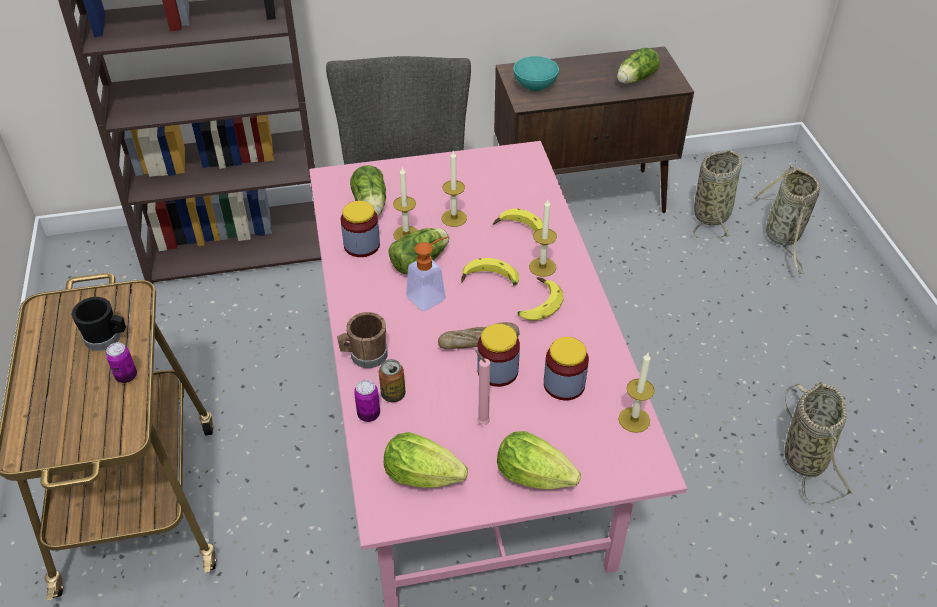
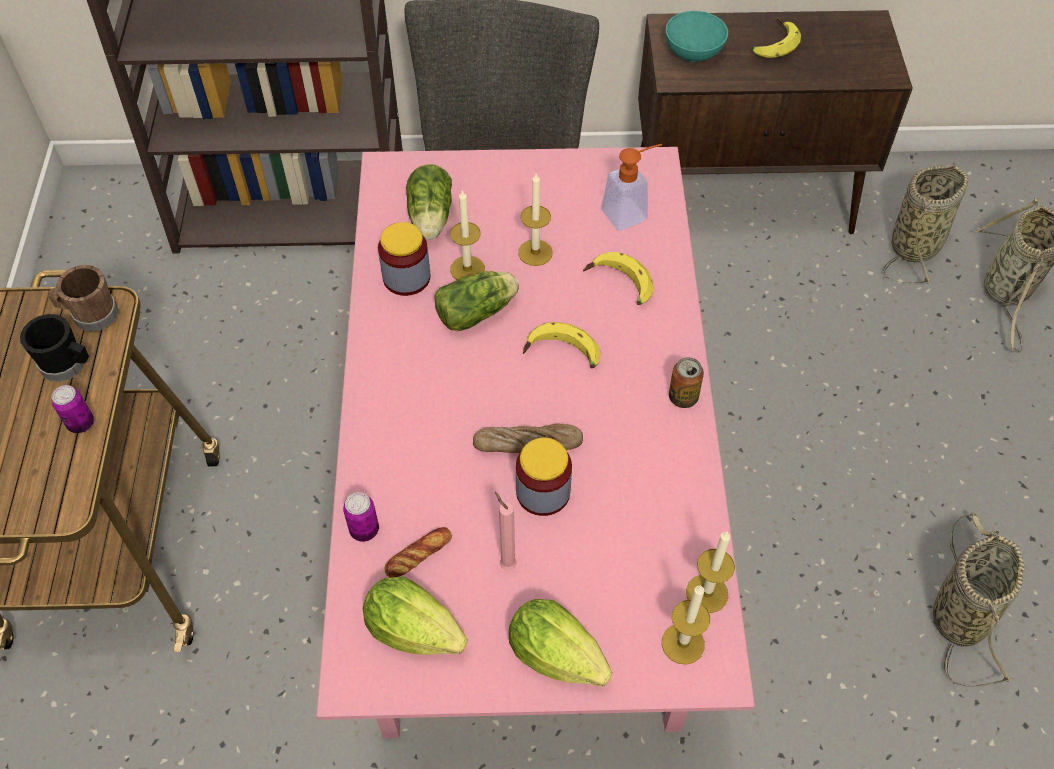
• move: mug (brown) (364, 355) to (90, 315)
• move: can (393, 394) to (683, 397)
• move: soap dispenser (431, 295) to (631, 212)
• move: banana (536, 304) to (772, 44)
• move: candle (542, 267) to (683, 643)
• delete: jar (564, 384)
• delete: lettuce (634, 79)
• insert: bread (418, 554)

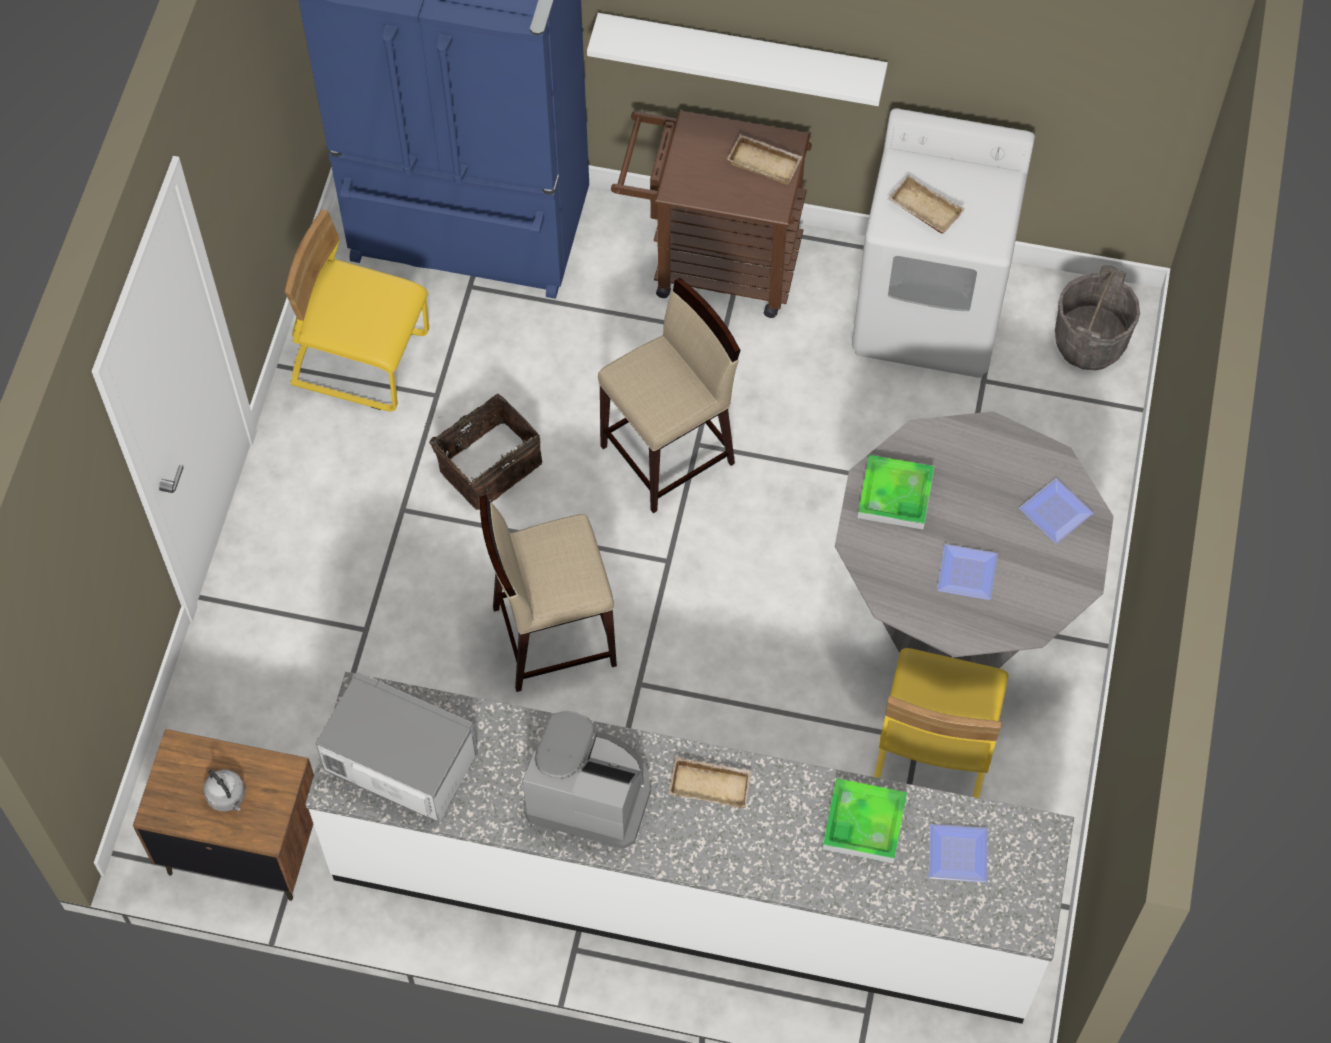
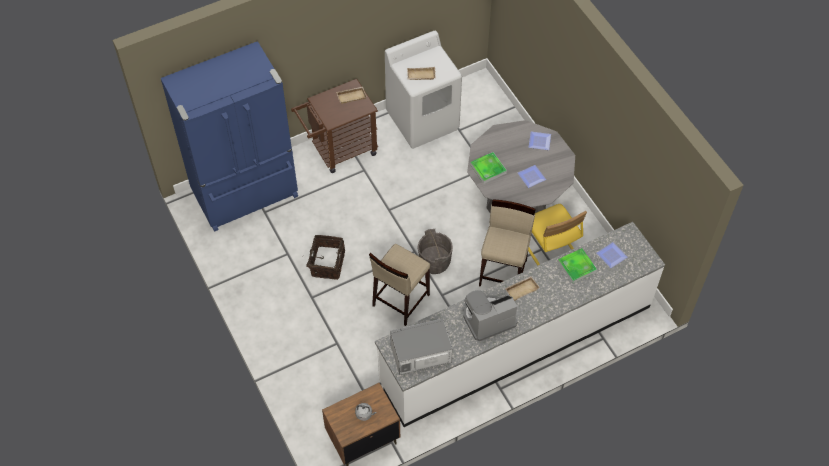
• delete: chair (yellow) (361, 359)
• delete: shelf (white) (741, 54)
• move: stool (beige) (669, 455) to (503, 272)
• move: bucket (grey) (1089, 342) to (434, 262)

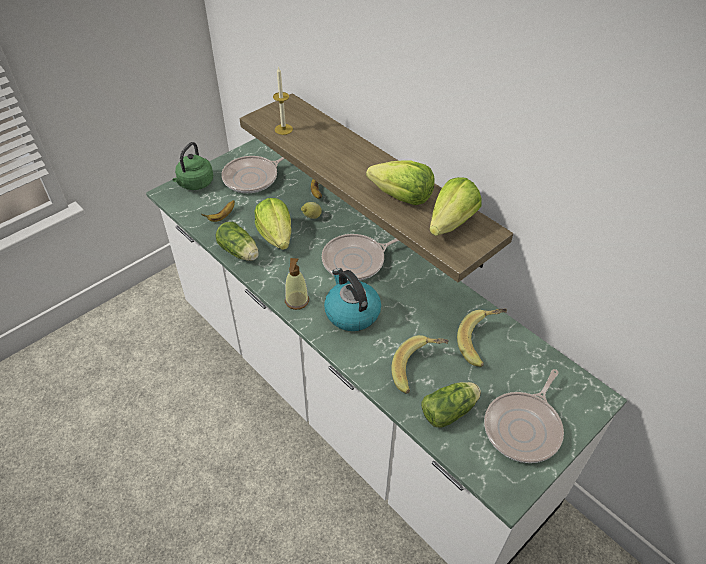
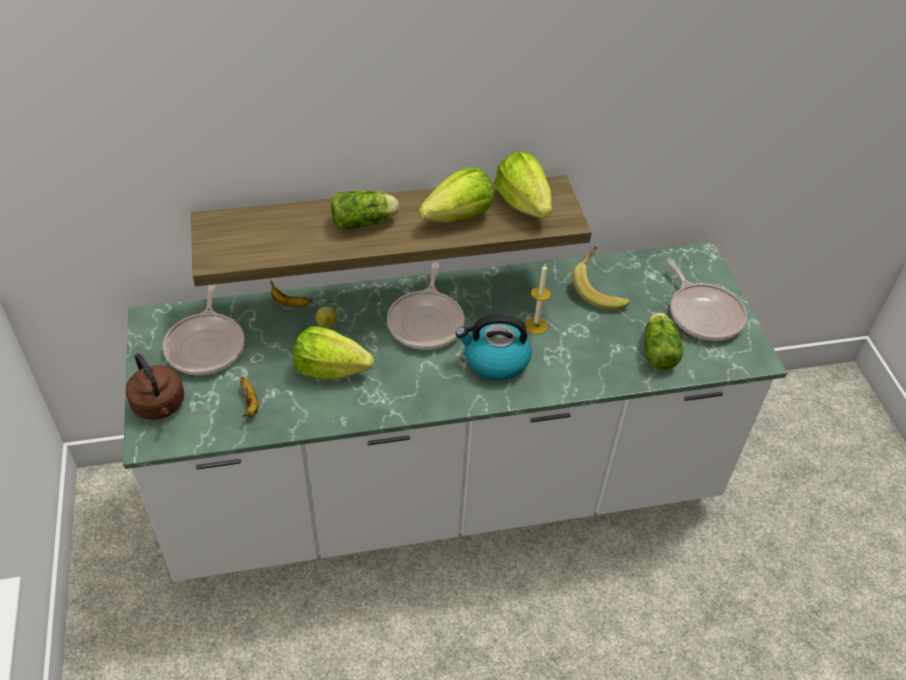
• recolor: kettle (green) (195, 184) to kettle (brown) (160, 406)
• move: lettuce (240, 253) to (366, 222)
• move: candle (283, 129) to (536, 325)
• delete: soap dispenser (297, 301)
• delete: banana (419, 370)

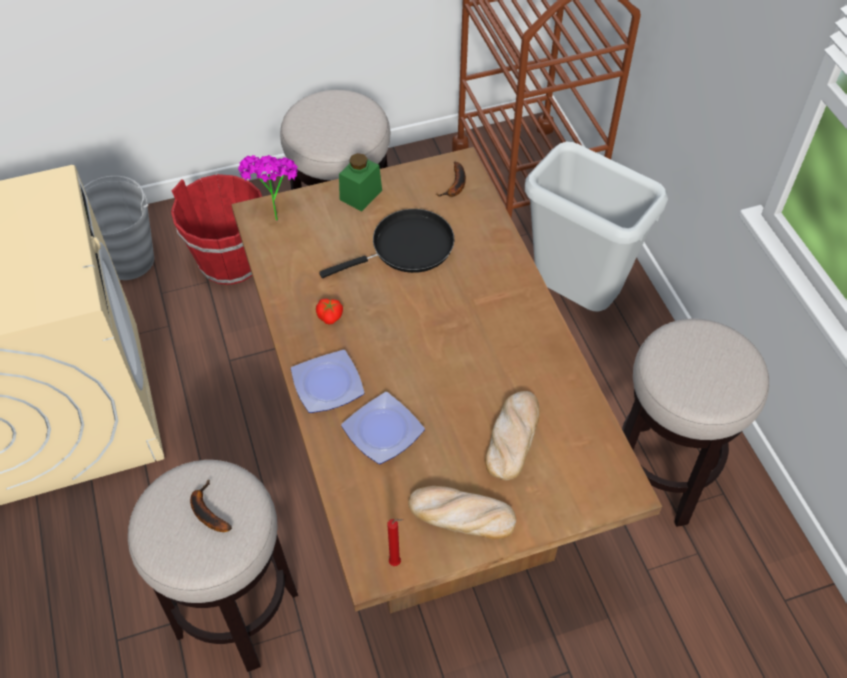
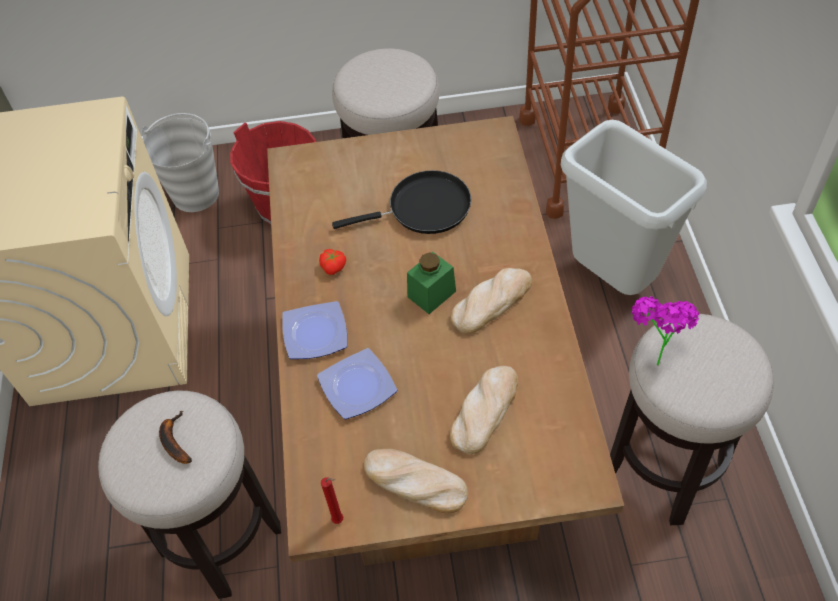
• move: potted plant (274, 213) to (654, 354)
• move: jar (green) (361, 195) to (431, 294)
• delete: banana (455, 185)
• insert: bread (491, 302)

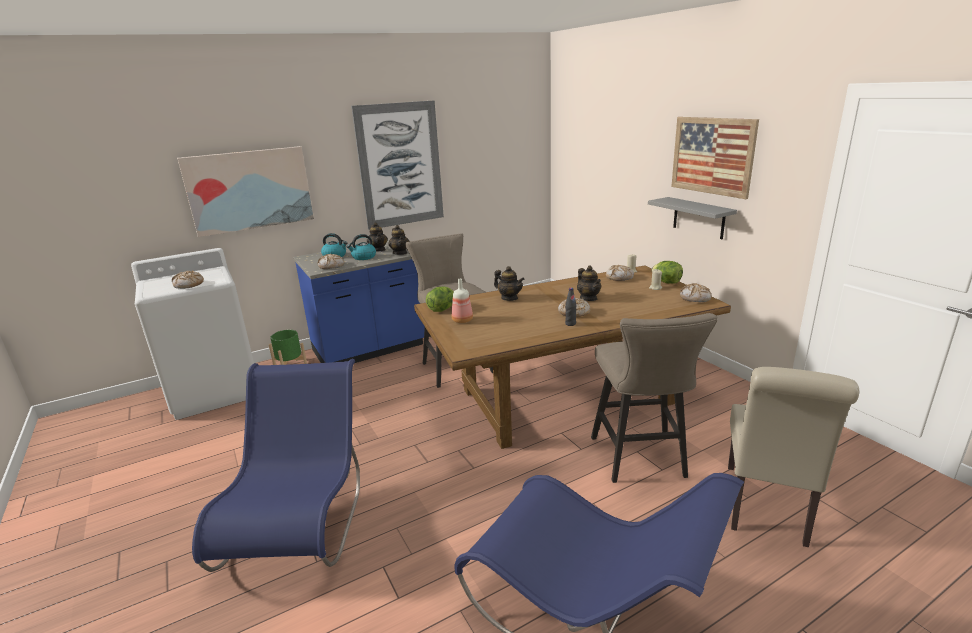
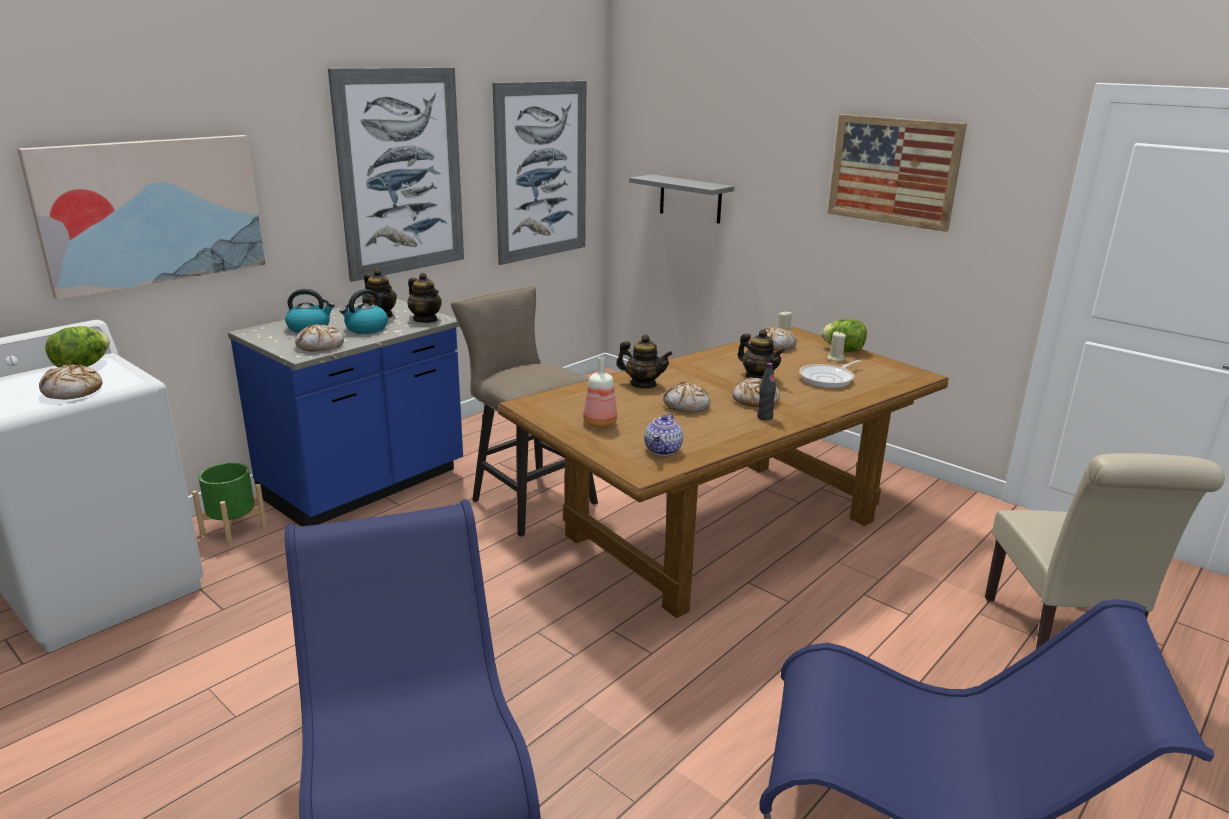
• move: lettuce (442, 309) to (82, 367)
• delete: stool (beige) (640, 461)
• move: shelf (grey) (698, 218) to (690, 199)
• move: bread (695, 298) to (686, 405)
• insert: picture (541, 171)
• insert: teapot (663, 450)
• insert: frying pan (828, 379)

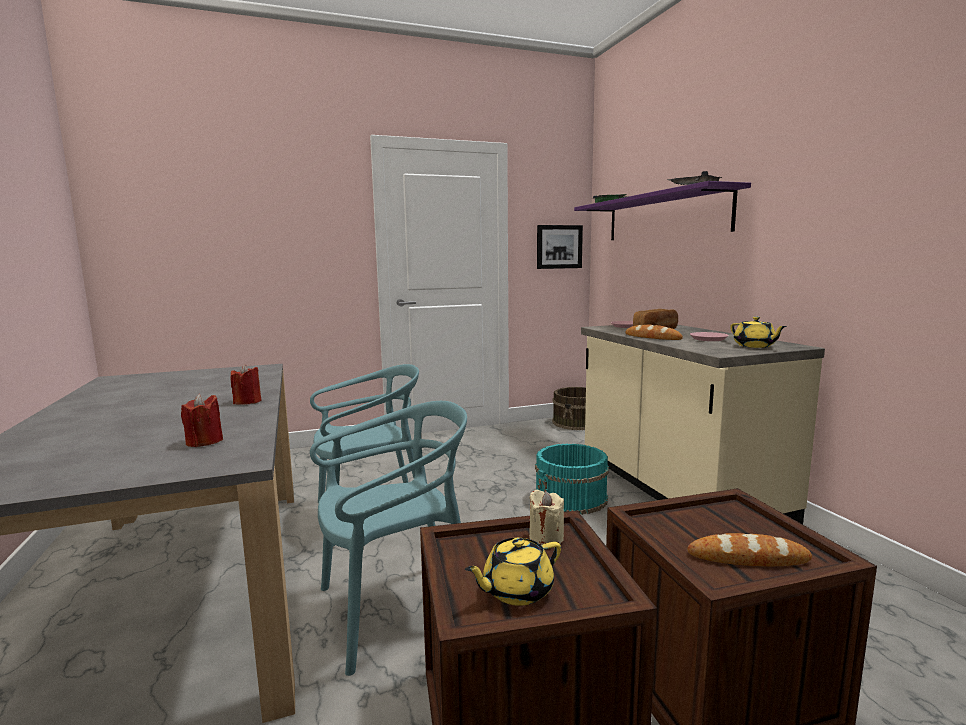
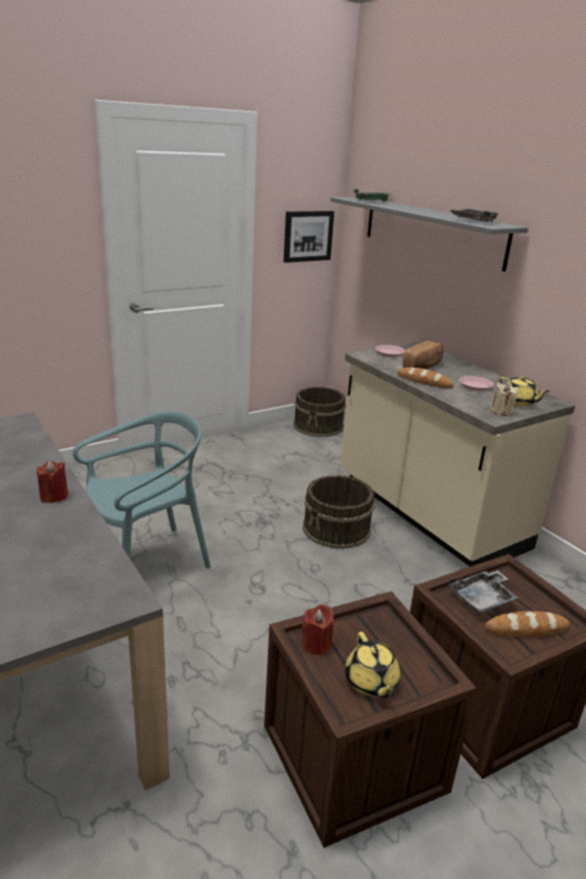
• move: candle (red) (204, 442) to (316, 644)
• delete: chair (turquoise) (396, 609)
• rotate: teapot (yellow) (516, 591) = (371, 682) 60 degrees counterclockwise
• move: candle (beige) (546, 538) to (501, 411)
• recolor: bucket (turquoise) (571, 498) to bucket (brown) (337, 529)
• recolor: shelf (purple) (664, 217) to shelf (grey) (432, 231)
• insert: tray (grey) (482, 599)

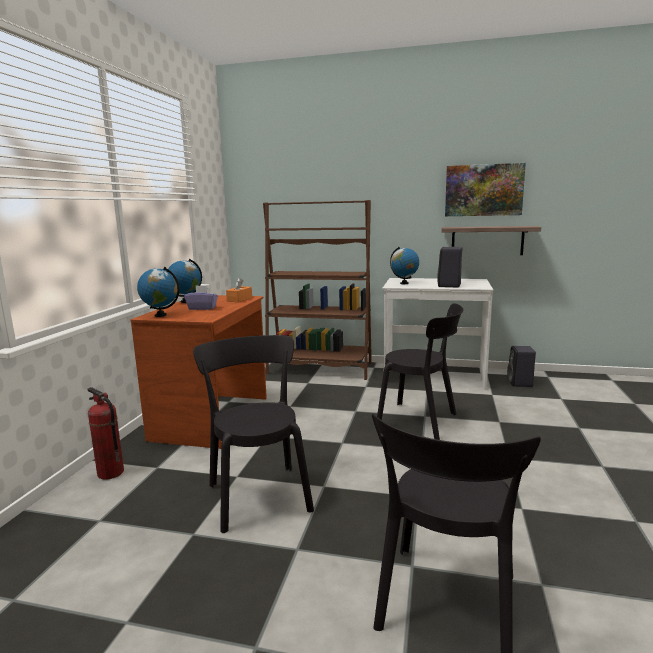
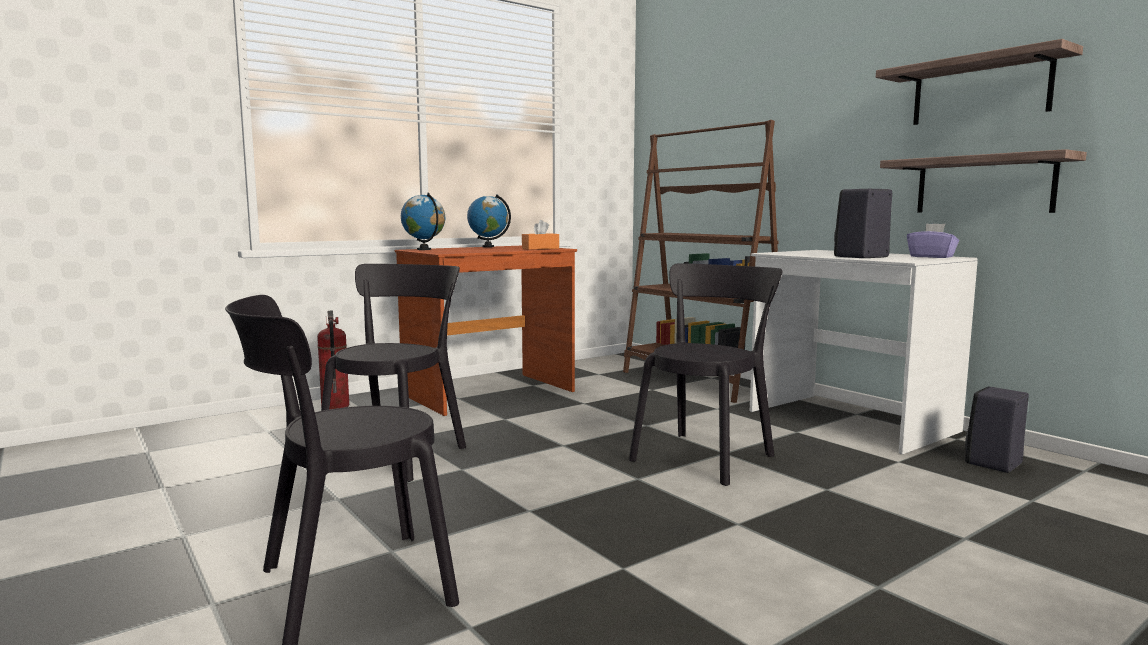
• move: tissue box (purple) (202, 308) to (931, 257)
• rotate: chair (black) (421, 421) = (705, 456) 120 degrees counterclockwise
• delete: globe (404, 283)
• replace: picture (483, 190) to shelf (980, 90)

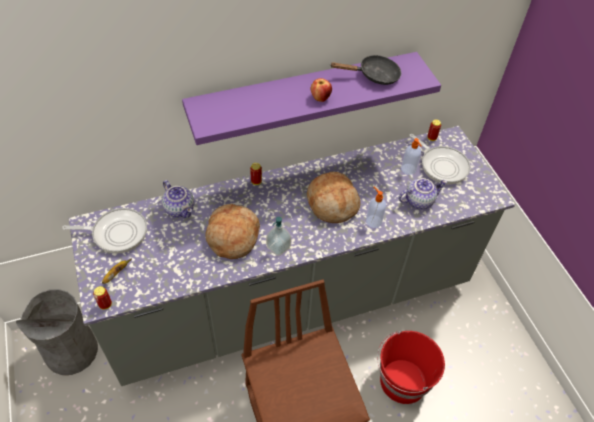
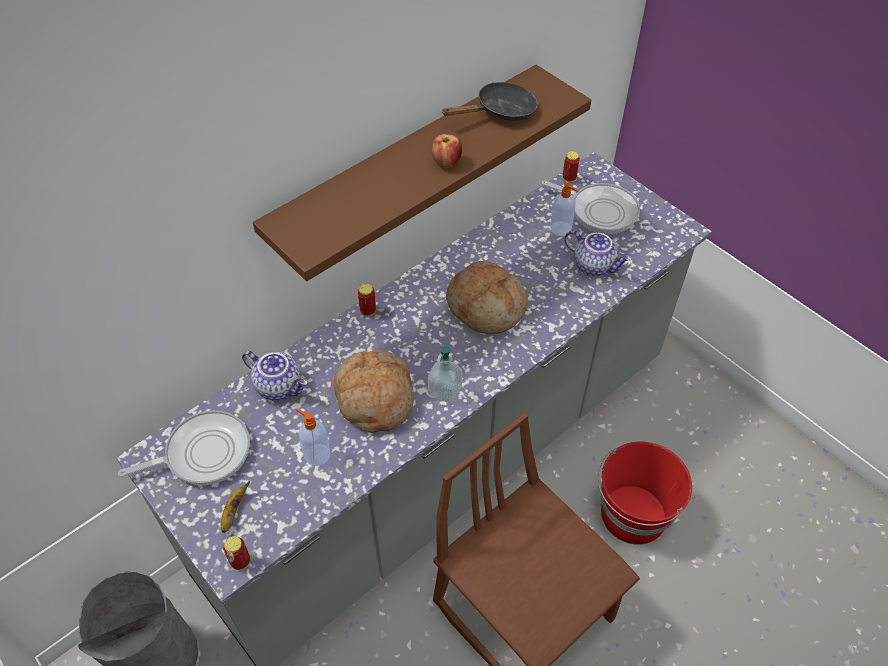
• recolor: shelf (purple) (303, 94) to shelf (brown) (407, 165)
• move: soap dispenser (373, 221) to (316, 454)
• rotate: teapot (419, 200) = (594, 265) 75 degrees clockwise

